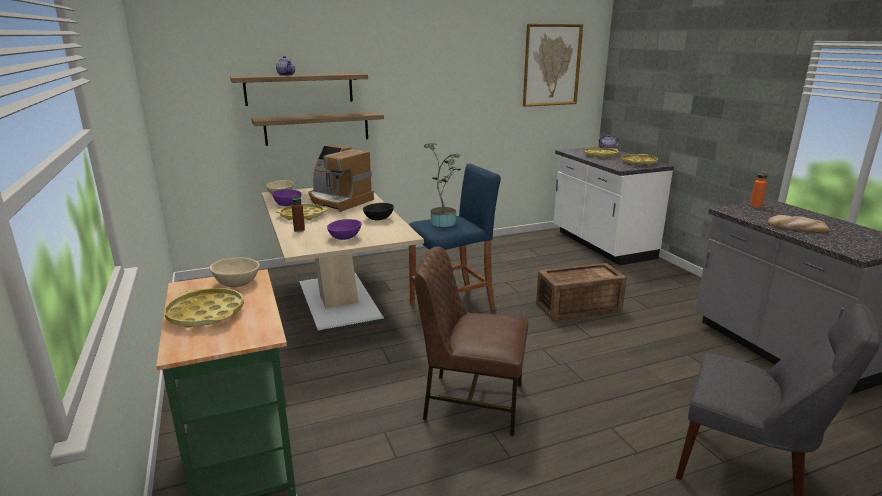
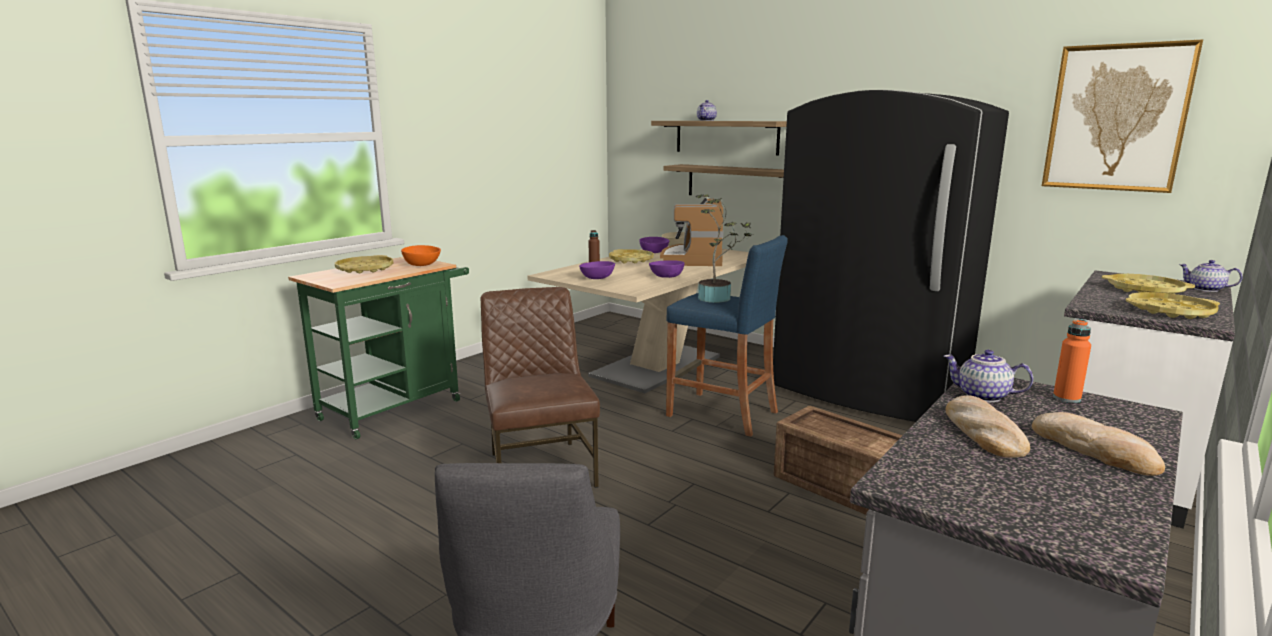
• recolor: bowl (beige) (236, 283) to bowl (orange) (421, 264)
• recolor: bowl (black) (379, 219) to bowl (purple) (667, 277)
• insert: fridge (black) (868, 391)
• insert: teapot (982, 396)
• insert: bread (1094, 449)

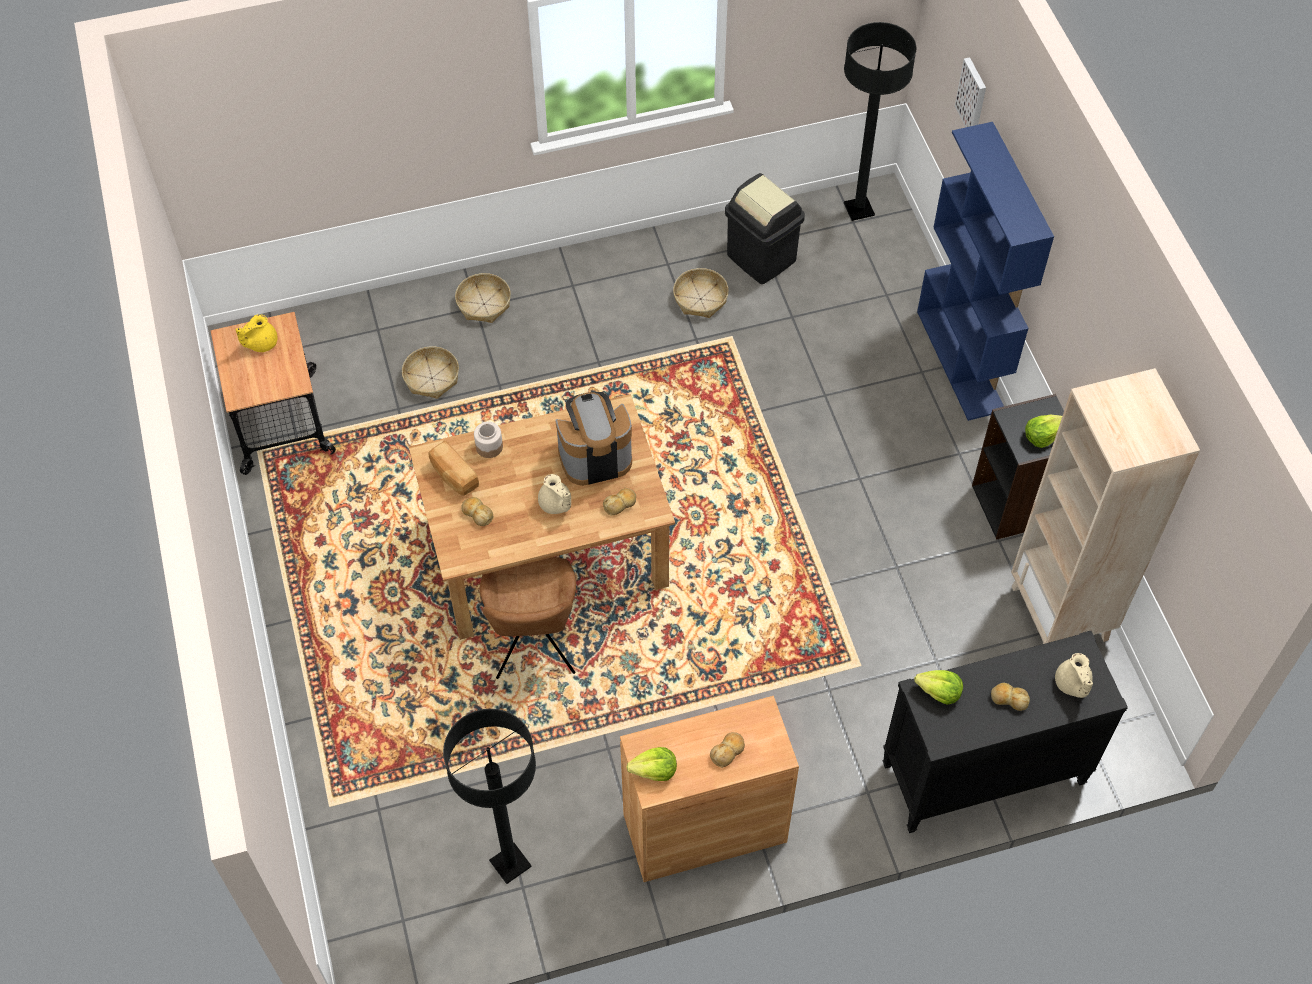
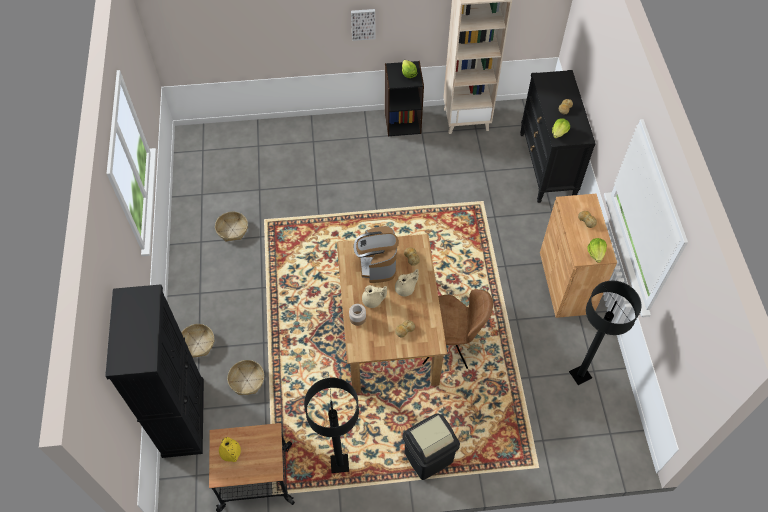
• delete: bread (453, 476)
• move: trash can (black) (762, 258) to (428, 456)
• move: floor lamp (black) (859, 209) to (339, 464)
• delete: bookcase (blue) (961, 361)
• move: picture (973, 96) to (363, 23)
• move: teapot (beige) (1072, 684) to (373, 301)
• insert: cabinet (black) (183, 417)

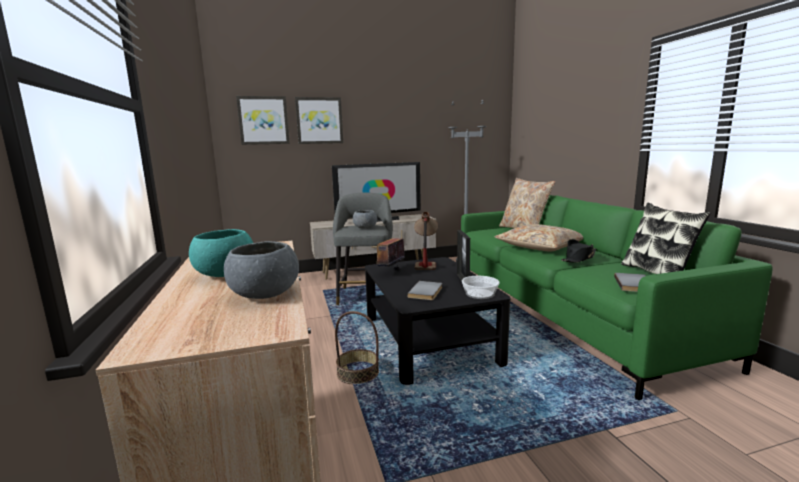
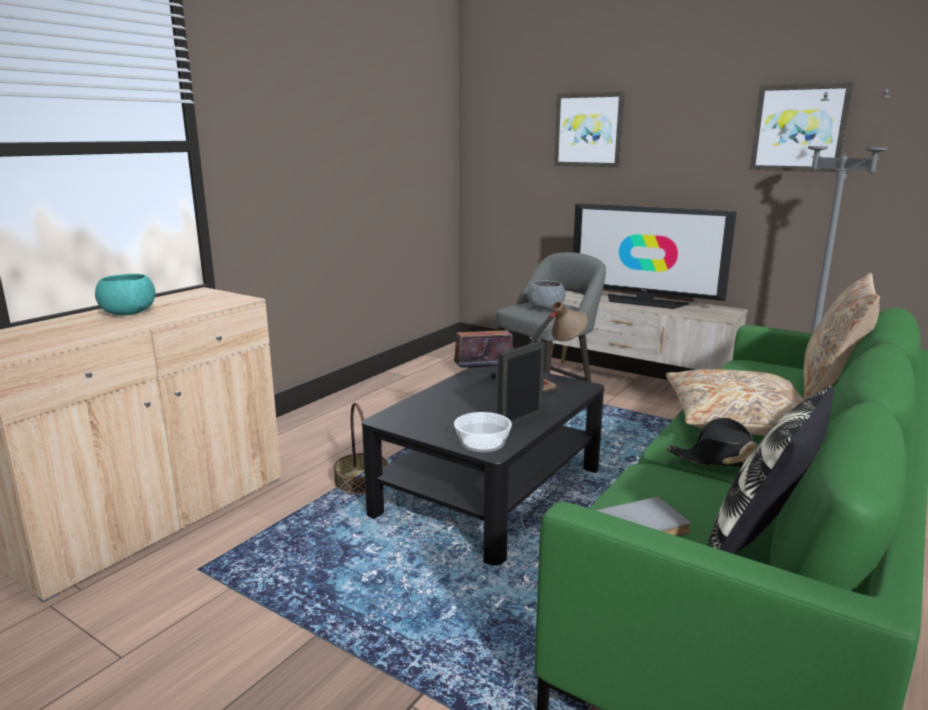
• delete: bowl (grey) (264, 294)
• move: picture (263, 120) to (799, 128)
• delete: book (grey) (427, 292)

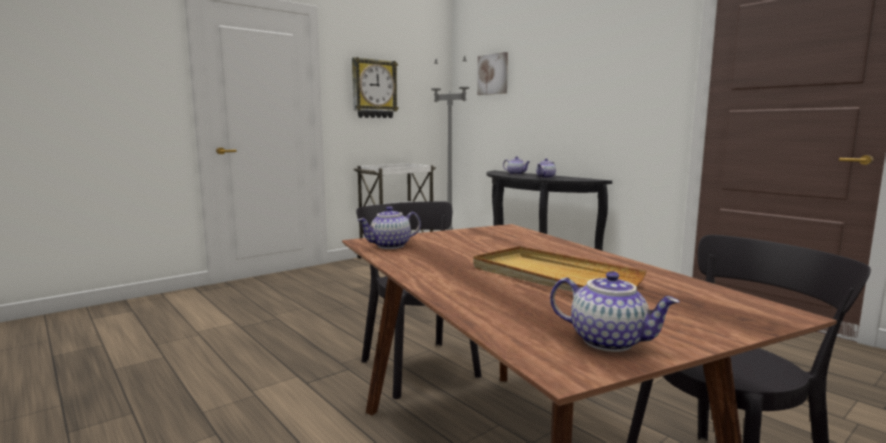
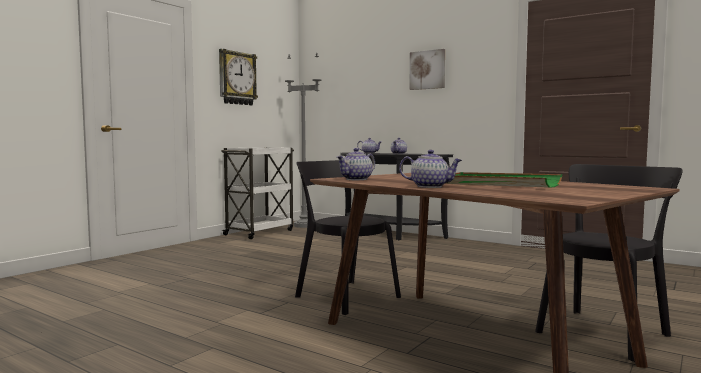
• recolor: tray (beige) (551, 276) to tray (green) (499, 184)
• move: picture (493, 74) to (427, 70)
• move: teapot (609, 341) to (430, 186)

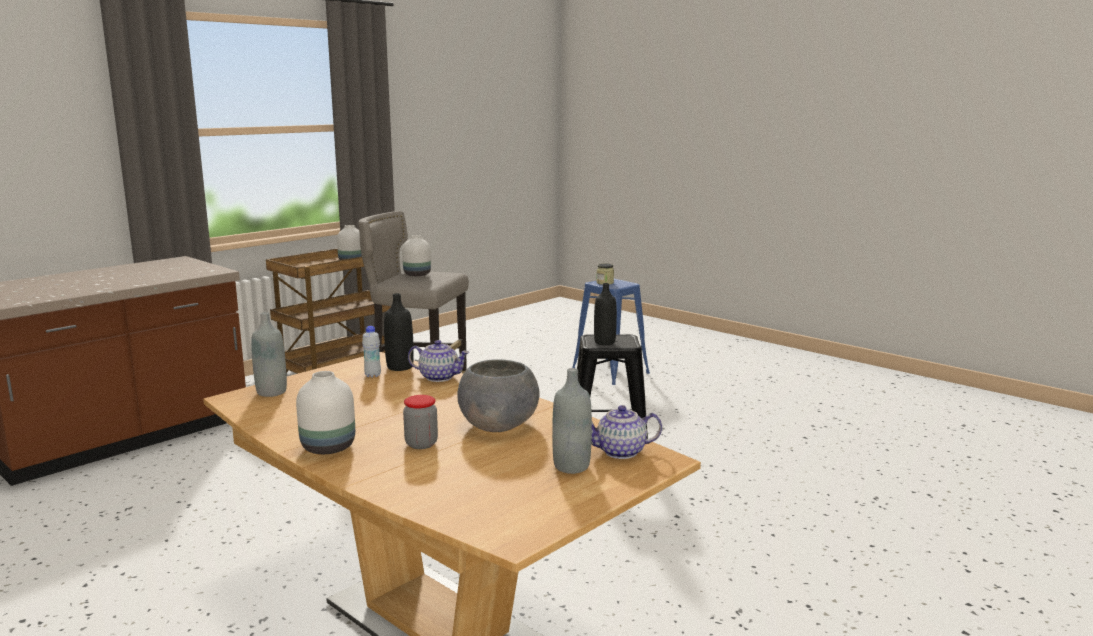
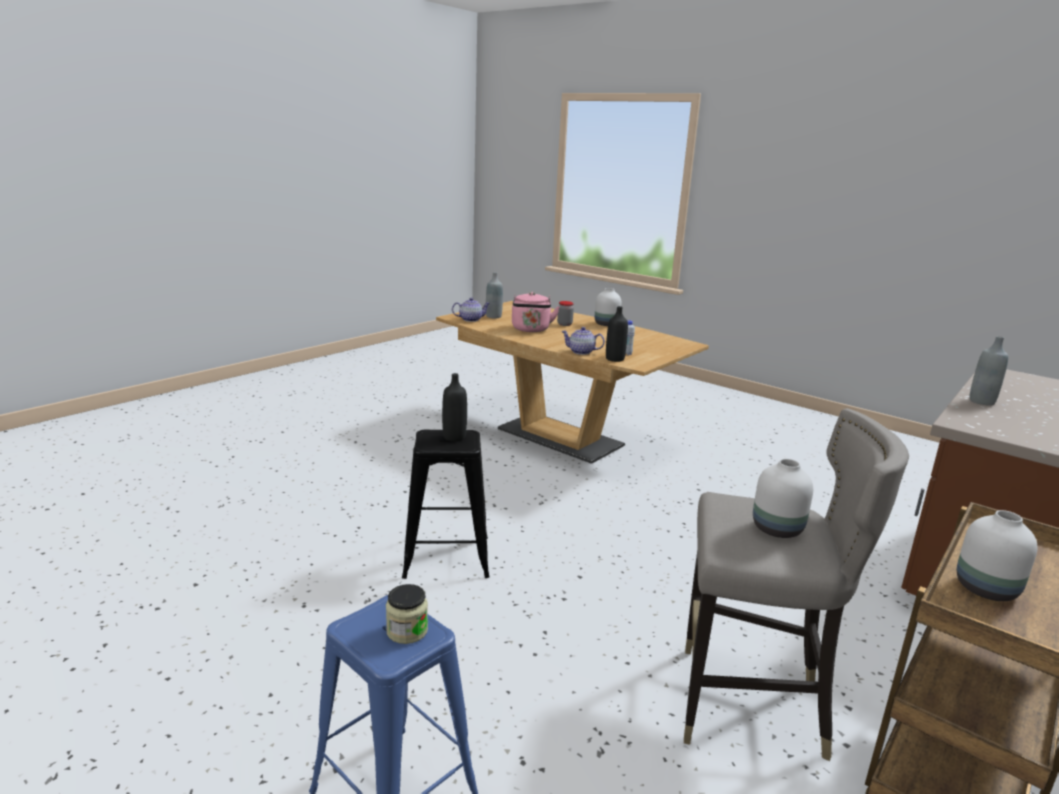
• move: bottle (grey) (271, 392) to (981, 401)
• replace: bowl (grey) (499, 424) to kettle (pink) (531, 330)

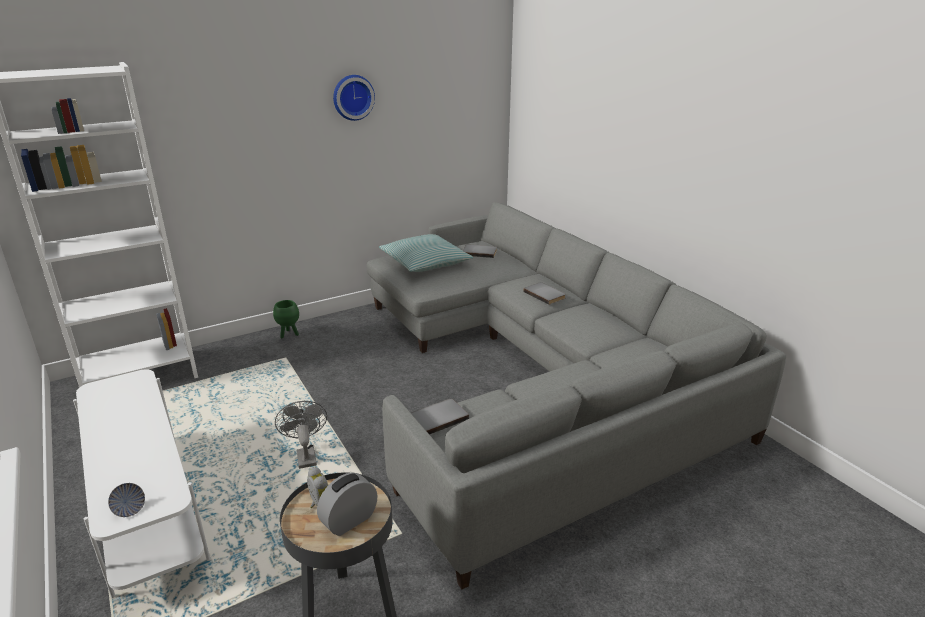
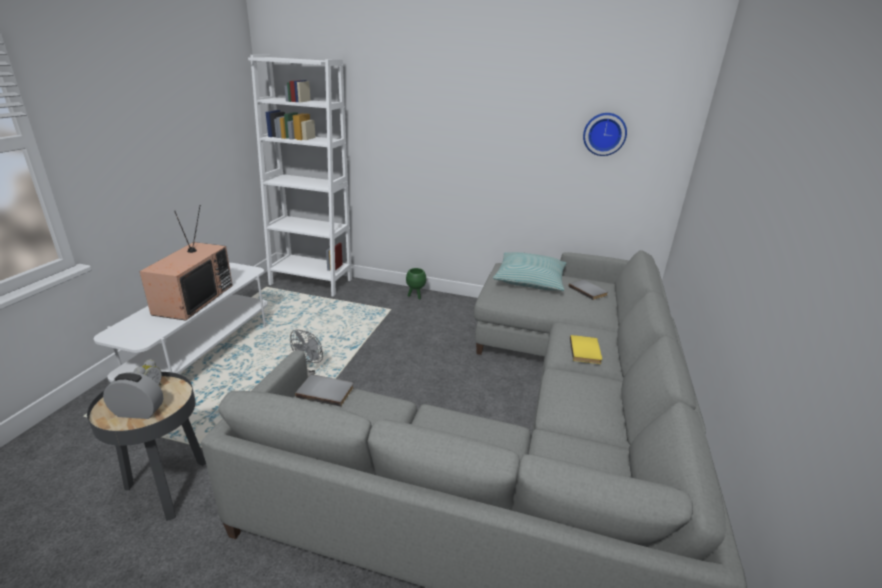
• delete: bowl (129, 509)
• move: wall clock (352, 97) to (604, 134)
• recolor: book (grey) (545, 294) to book (yellow) (586, 351)
• insert: television (193, 299)

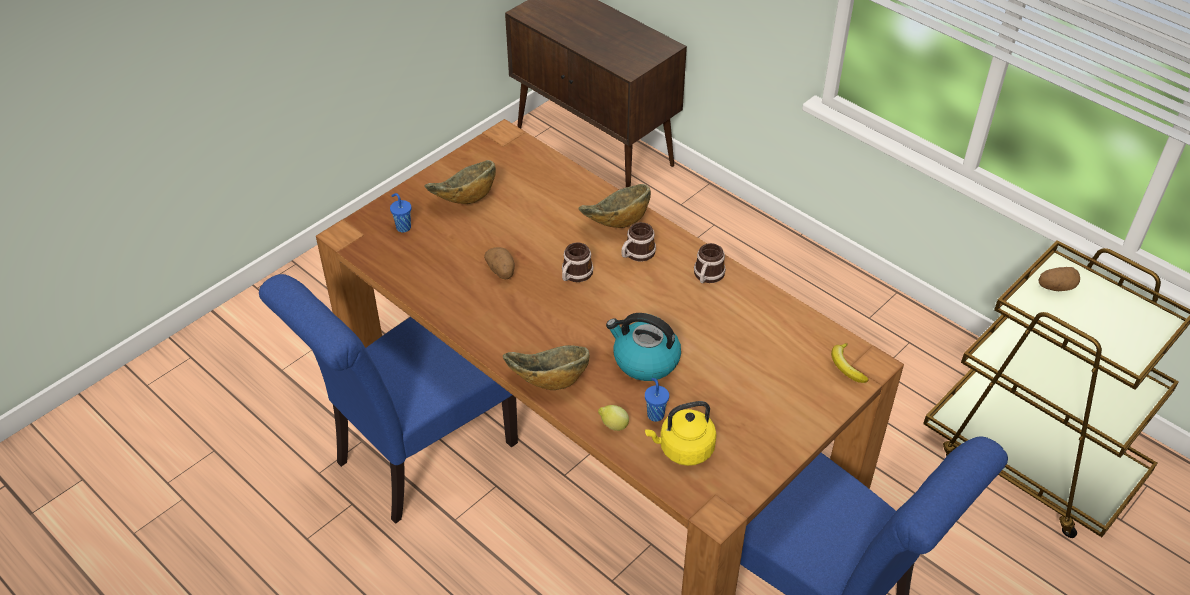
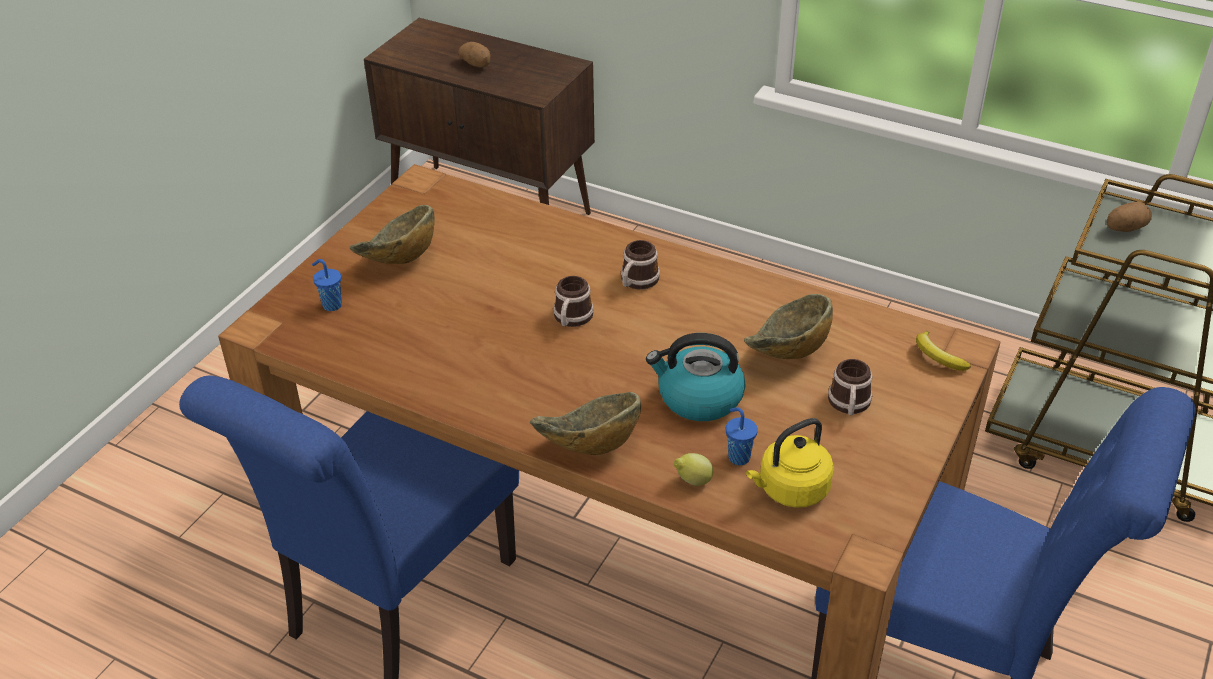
• move: potato (501, 271) to (476, 64)
• move: bowl (616, 223) to (787, 353)
• move: mug (707, 276) to (849, 405)

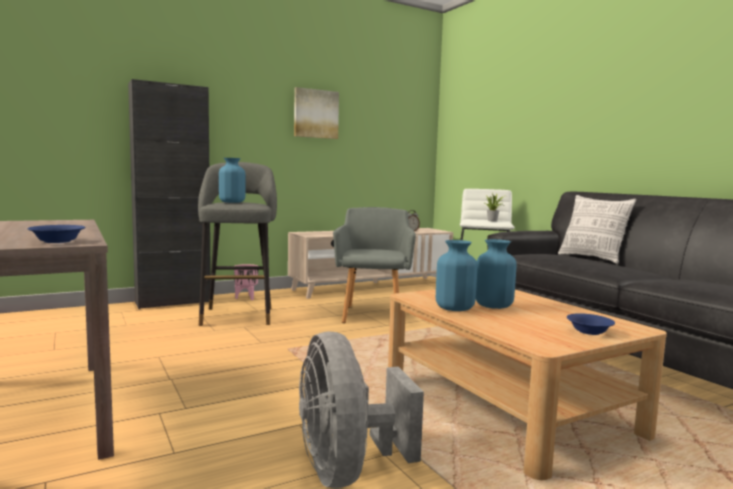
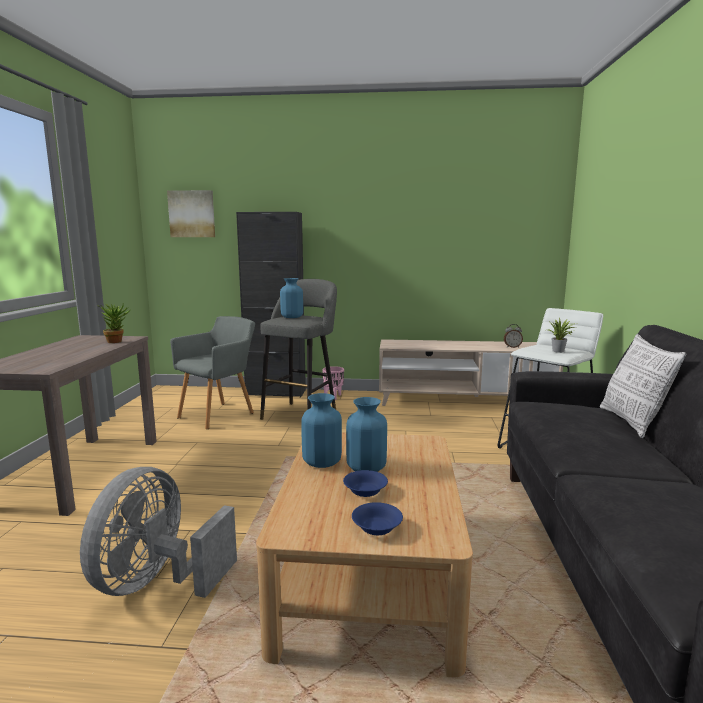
• move: bowl (blue) (58, 241) to (366, 491)
• move: picture (315, 114) to (192, 214)
• move: armchair (grey) (373, 314) to (219, 414)
• insert: potted plant (117, 341)

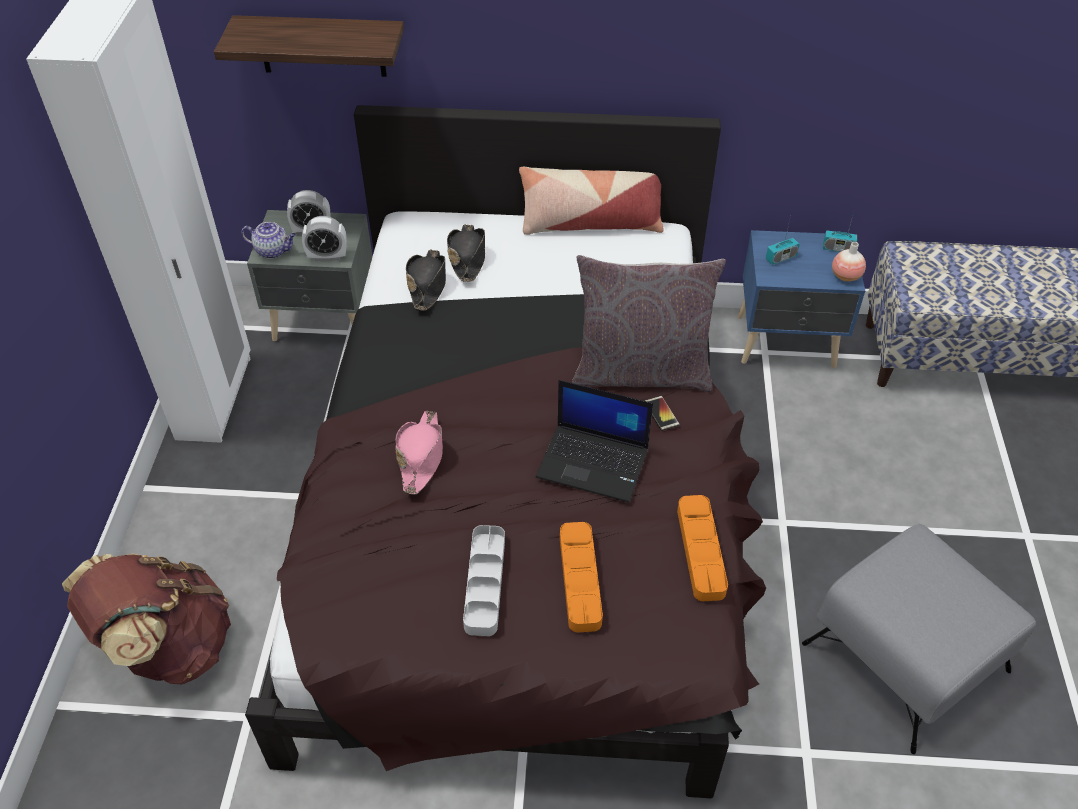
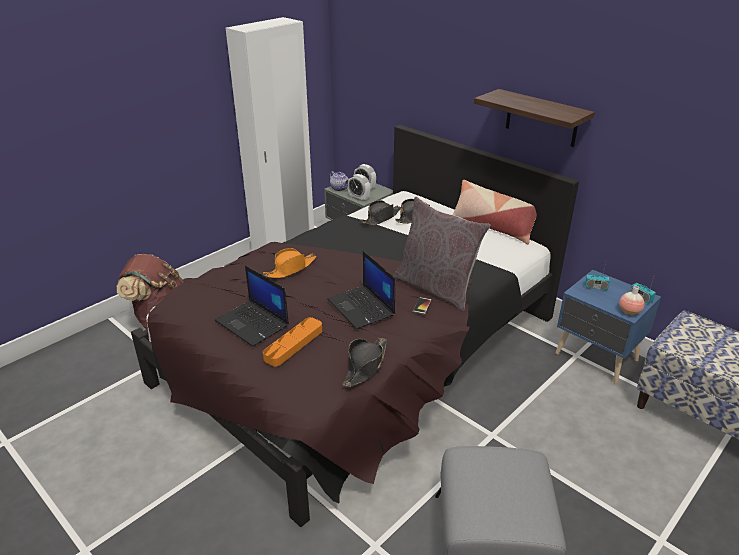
• move: shelf (322, 46) to (541, 118)
• recolor: hat (pink) (421, 456) to hat (orange) (290, 269)
• replace: tray (grey) (485, 583) to laptop (253, 323)
• replace: tray (orange) (700, 551) to hat (black) (365, 366)

